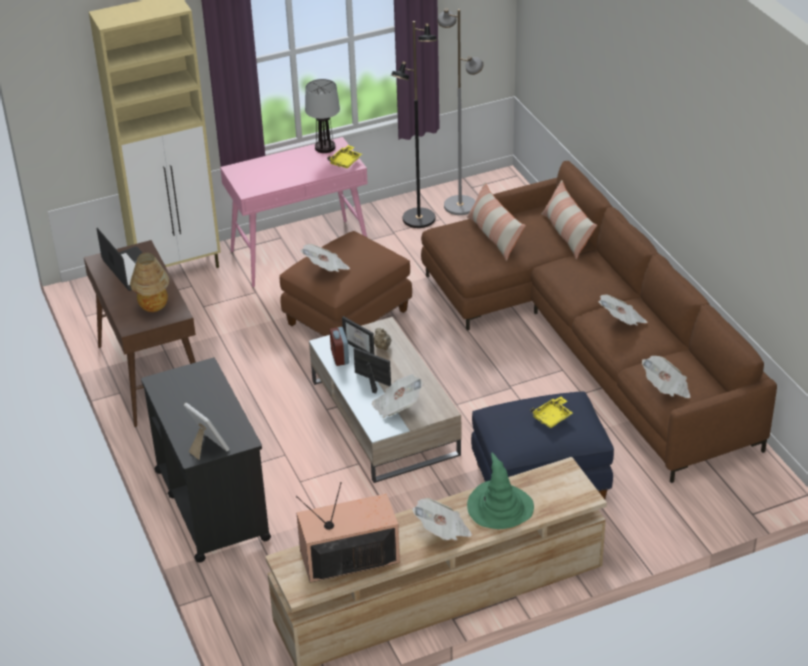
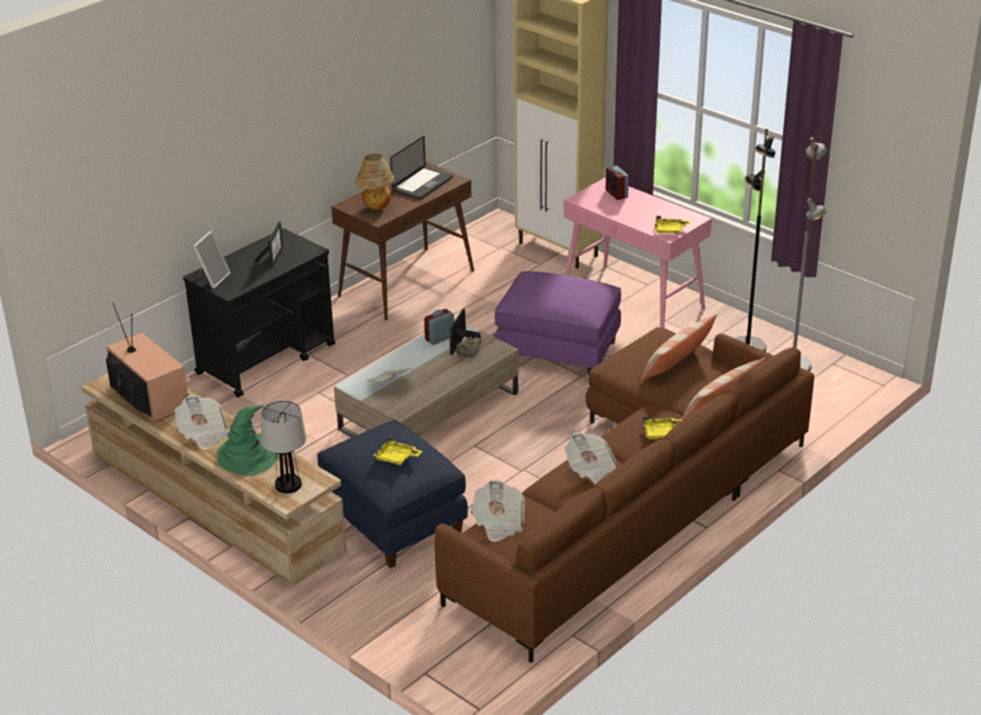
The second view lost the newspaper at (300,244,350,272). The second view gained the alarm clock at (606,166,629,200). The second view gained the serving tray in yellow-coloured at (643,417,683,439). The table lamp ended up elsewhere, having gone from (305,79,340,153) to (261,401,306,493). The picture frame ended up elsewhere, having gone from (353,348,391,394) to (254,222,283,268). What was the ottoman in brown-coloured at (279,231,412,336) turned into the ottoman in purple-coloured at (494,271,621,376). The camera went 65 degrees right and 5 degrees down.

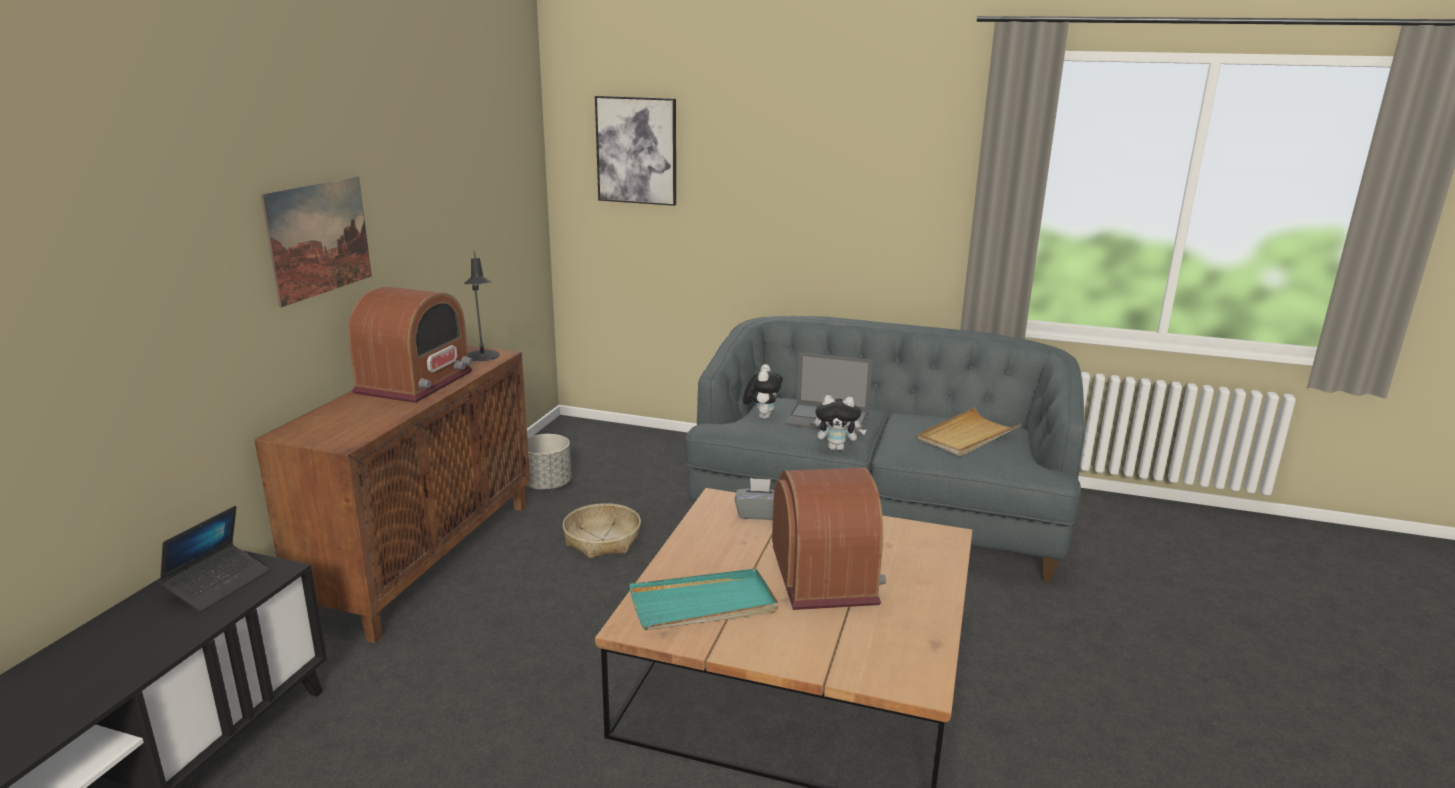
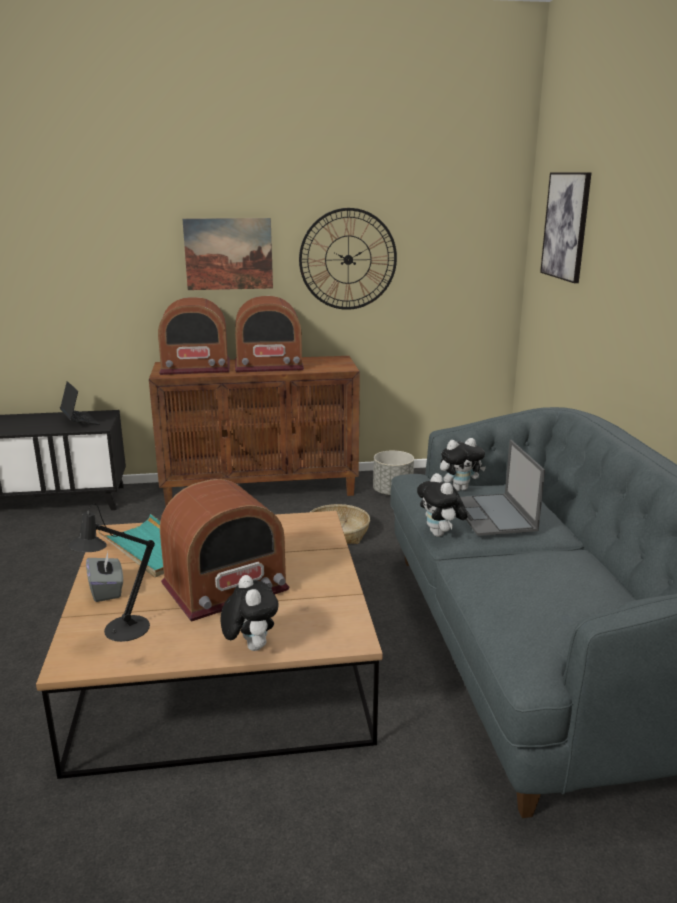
The second view lost the serving tray in sand-coloured at (918,408,1022,457). The second view gained the radio set at (158,297,230,375). The second view gained the cuddly toy at (220,575,279,651). The second view gained the wall clock at (299,208,397,310). The table lamp in black ended up elsewhere, having gone from (464,250,500,361) to (68,503,155,642). The tissue box in grey ended up elsewhere, having gone from (735,478,774,520) to (86,552,123,602). The notebook computer at (159,506,269,612) ended up facing another way, 120 degrees counterclockwise from before. The camera went 65 degrees right and 0 degrees up.

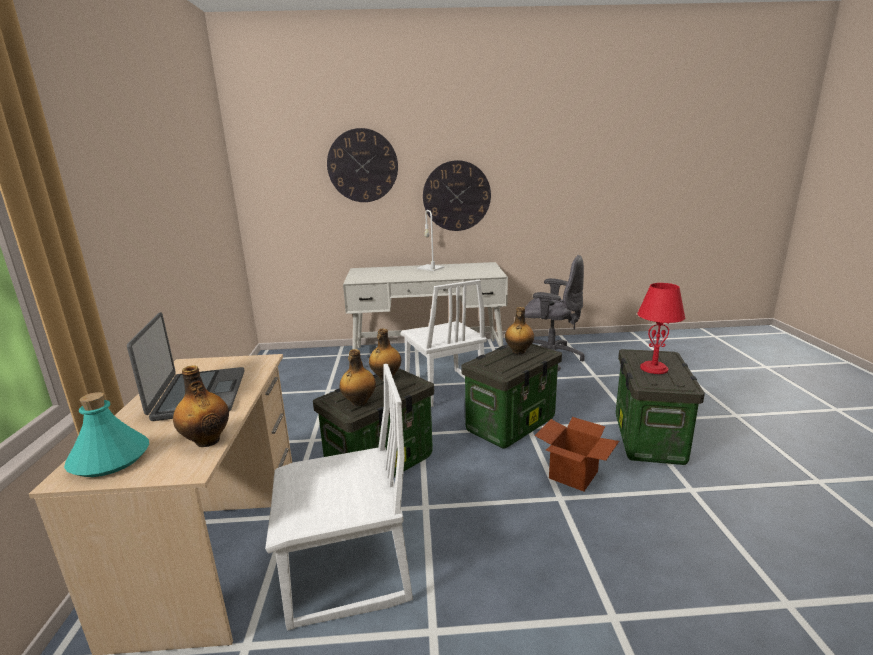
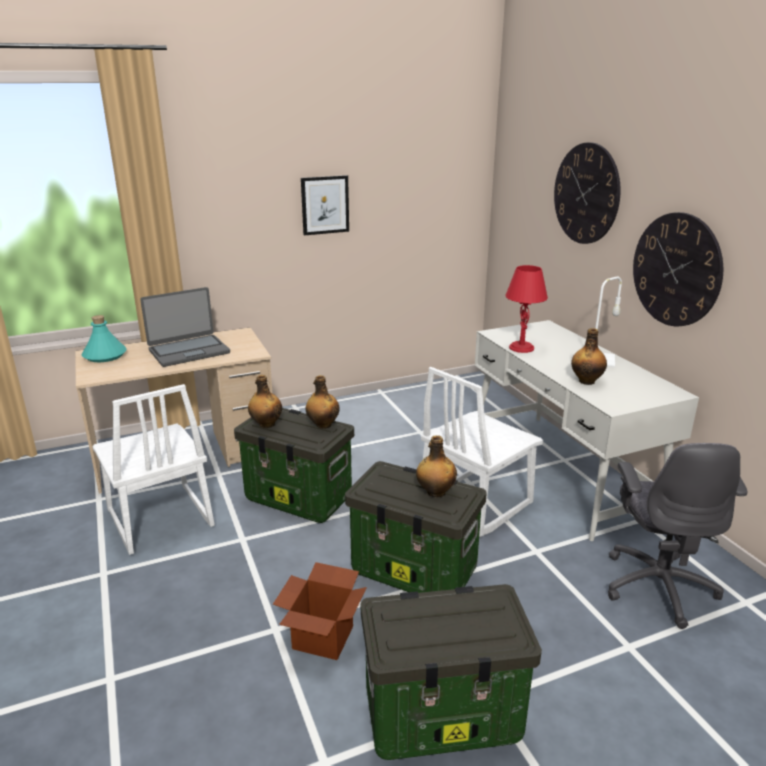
The second view gained the wall art at (301,175,349,235). The beverage bottle ended up elsewhere, having gone from (173,365,229,447) to (571,328,607,385). The table lamp in reddish ended up elsewhere, having gone from (637,283,685,374) to (505,265,548,353). The camera went 70 degrees right and 5 degrees up.

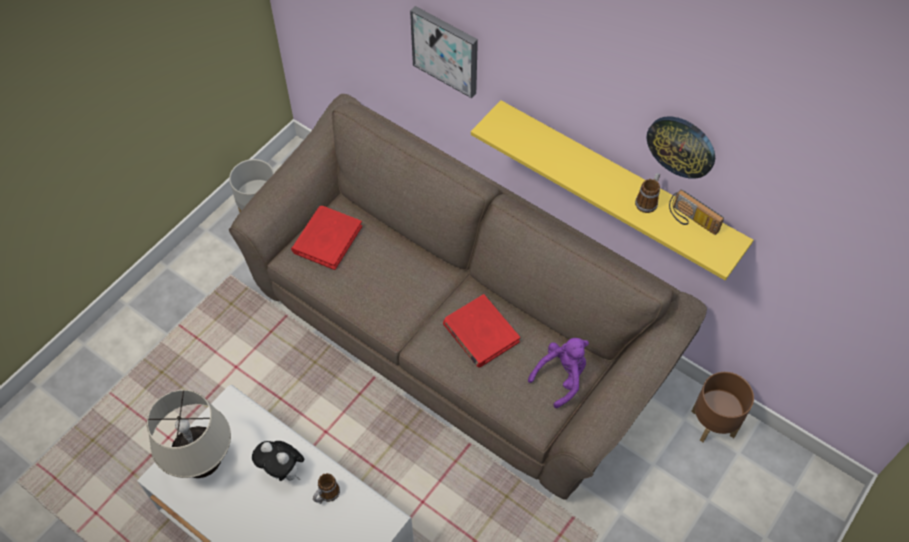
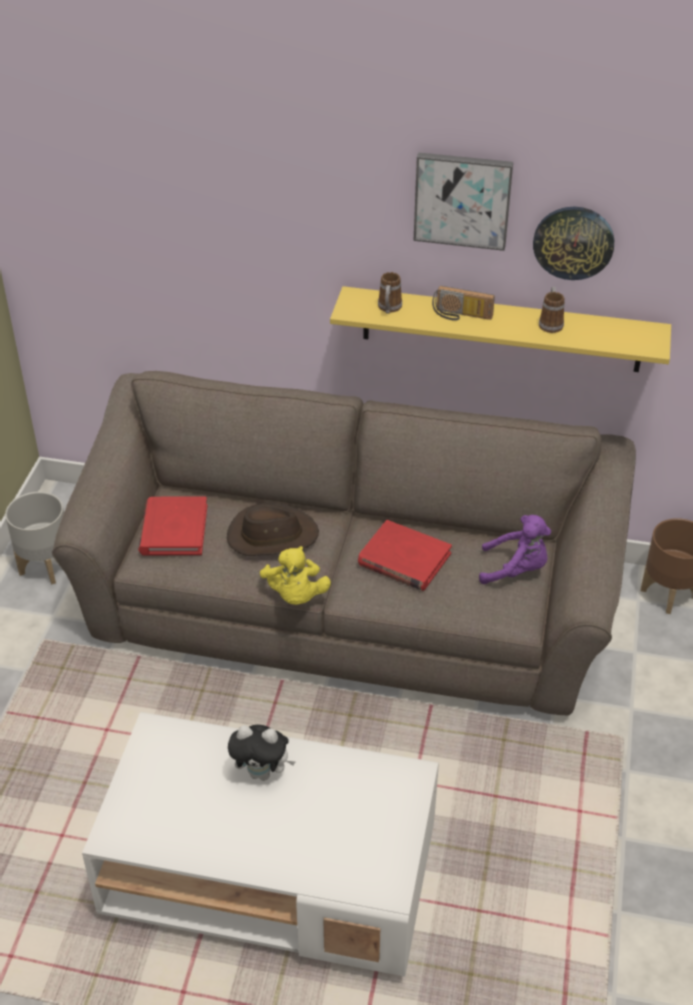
The second view lost the table lamp in sand-coloured at (147,390,231,478). The second view gained the wearable hat in brown-coloured at (227,503,319,556). The second view gained the cuddly toy in yellow-coloured at (260,546,331,605). The tea mug ended up elsewhere, having gone from (313,473,340,504) to (378,272,402,314). The wall art ended up elsewhere, having gone from (410,6,478,98) to (414,153,513,251). The radio set ended up elsewhere, having gone from (669,190,724,235) to (432,286,495,321). The cuddly toy in purple-coloured at (528,338,589,408) ended up facing another way, 75 degrees clockwise from before. The camera went 25 degrees left and 15 degrees down.

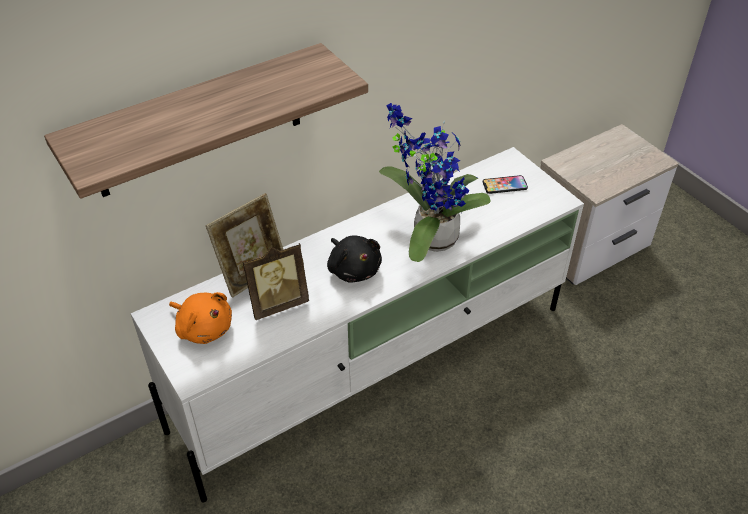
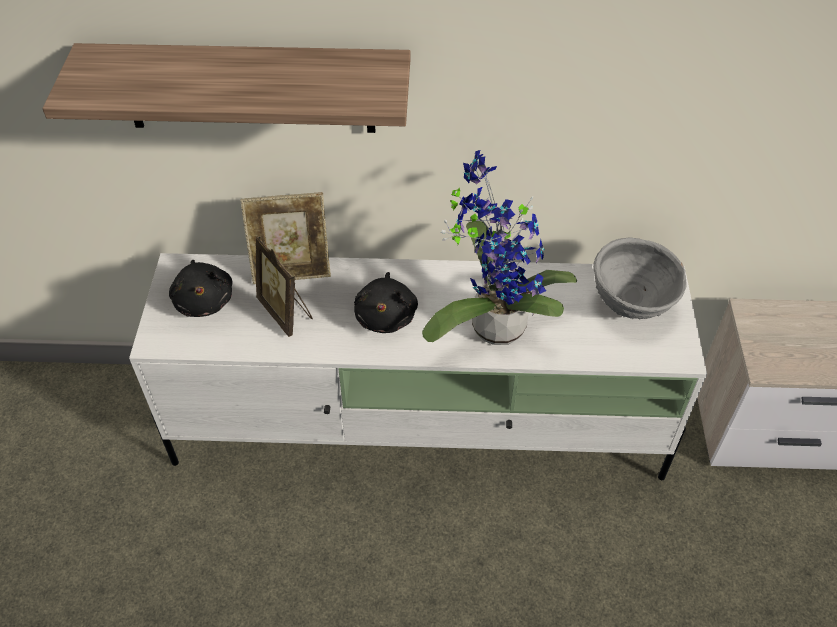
Where the handset stood at (483,175,528,194), the deep dish in grey came to stand at (593,237,687,319). What was the cuddly toy in orange-coloured at (169,292,232,344) turned into the cuddly toy in black at (169,260,232,317). The picture frame at (243,243,309,320) ended up facing another way, 45 degrees clockwise from before. The camera went 35 degrees right and 5 degrees up.

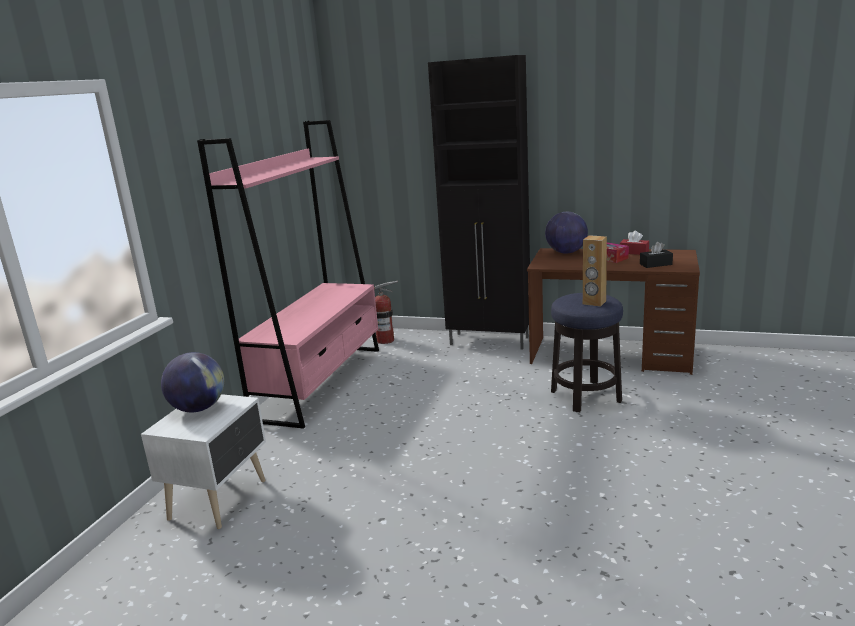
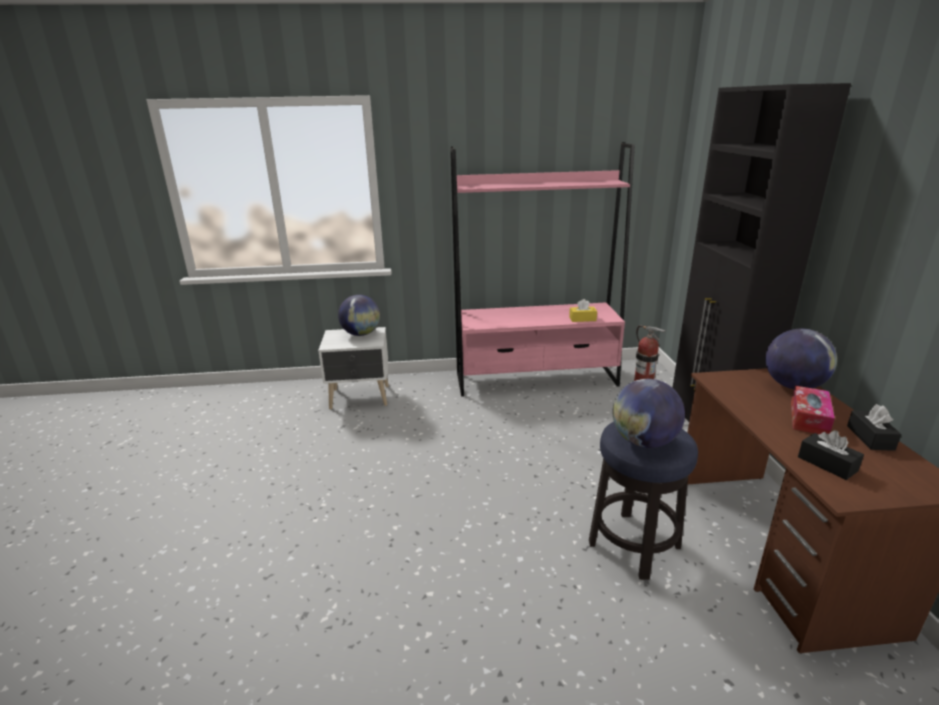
The second view gained the tissue box in yellow-coloured at (569,299,597,322). Where the speaker in brown-coloured stood at (583,235,607,307), the desk globe came to stand at (613,379,685,448). What was the tissue box in reddish at (620,231,649,255) turned into the tissue box in black at (847,404,901,451). The camera went 65 degrees right and 5 degrees up.

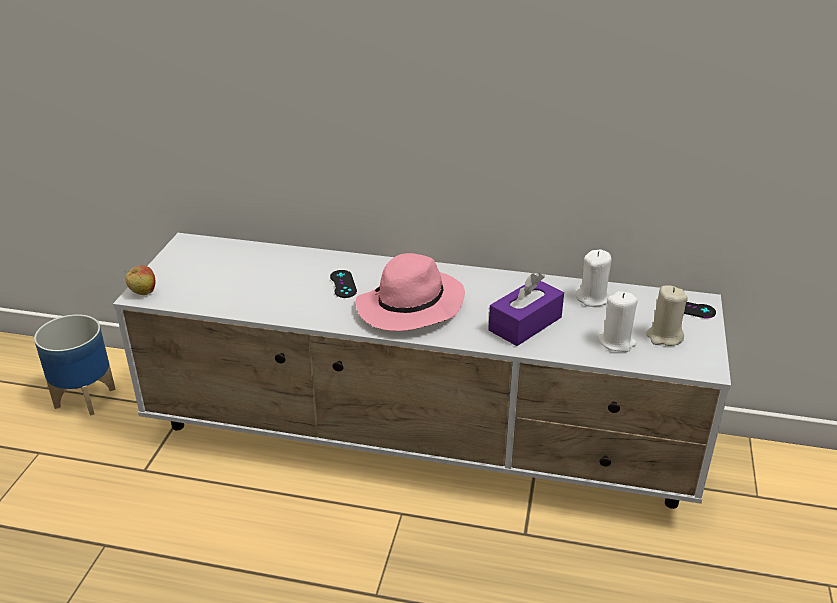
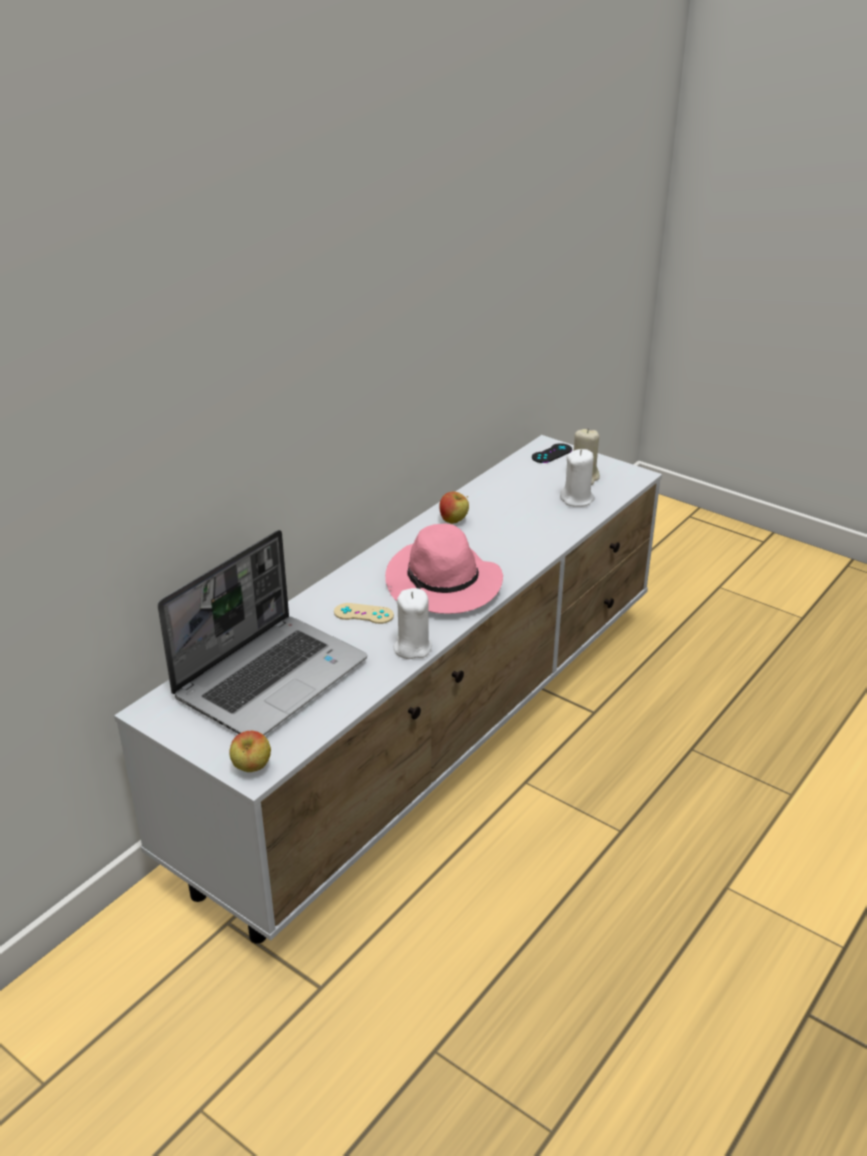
The second view lost the planter at (34,314,116,416). The second view lost the tissue box in purple-coloured at (488,272,564,346). The second view gained the notebook computer at (158,530,367,735). The second view gained the whole apple at (439,492,469,524). The candle in whitish ended up elsewhere, having gone from (575,250,612,307) to (393,588,432,659). What was the gamepad in black at (330,270,357,298) turned into the gamepad in sand-coloured at (334,603,394,624). The camera went 65 degrees left and 0 degrees up.

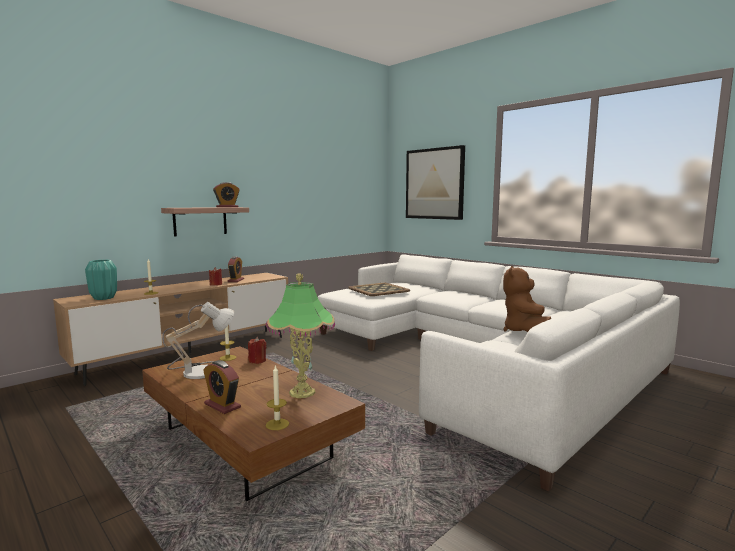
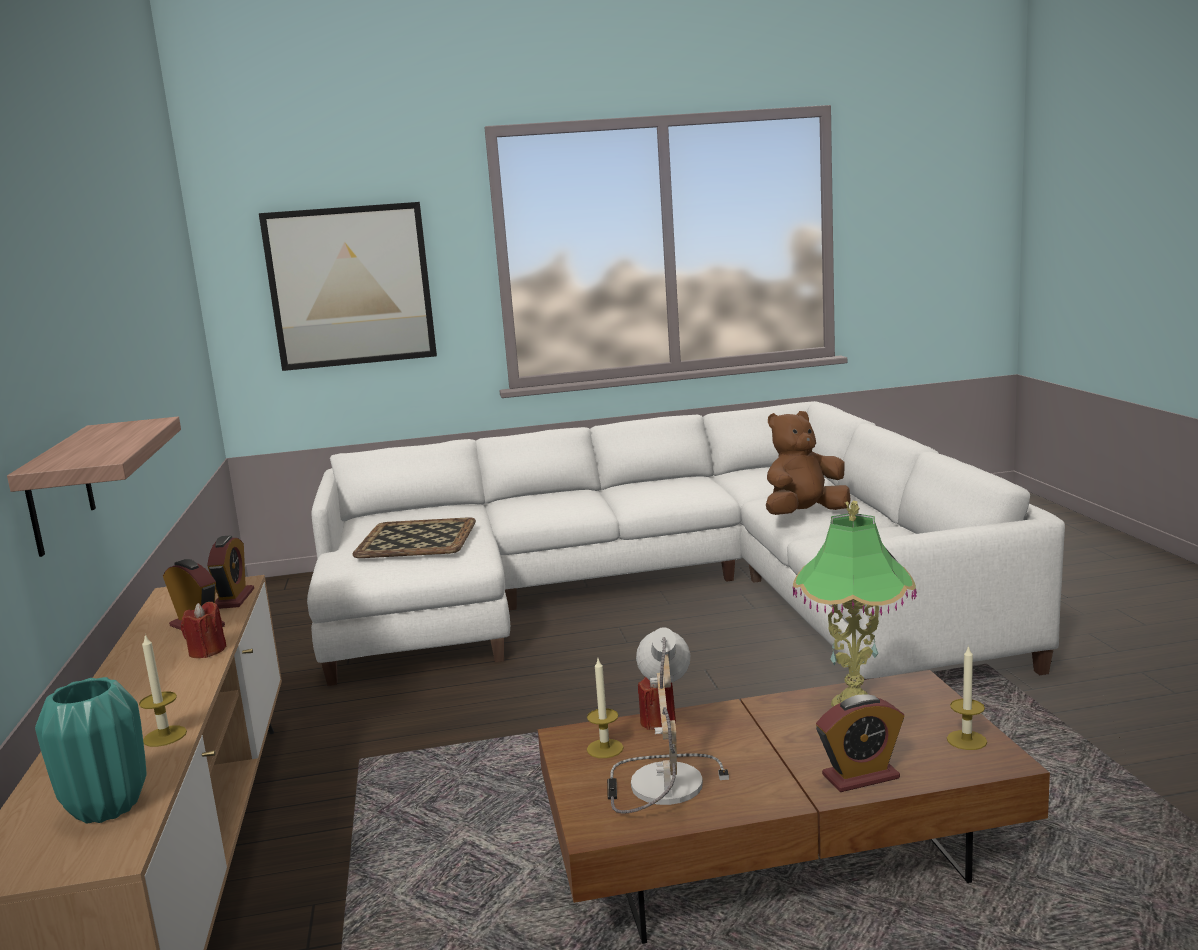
The alarm clock ended up elsewhere, having gone from (213,182,240,207) to (207,535,254,609). The cuddly toy in brown-coloured at (503,266,551,332) ended up facing another way, 105 degrees clockwise from before. The camera went 55 degrees left and 5 degrees up.

